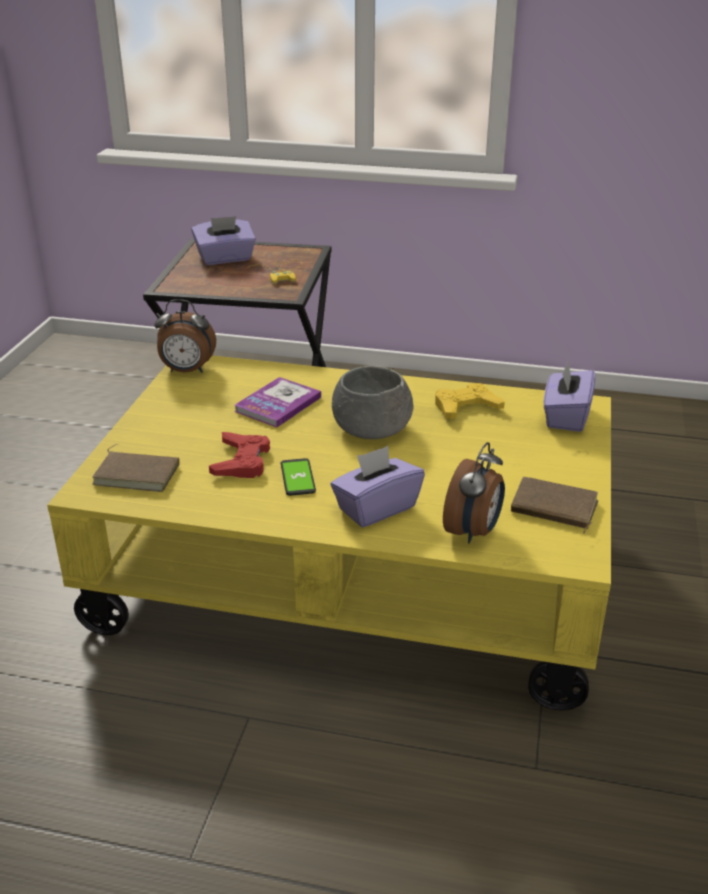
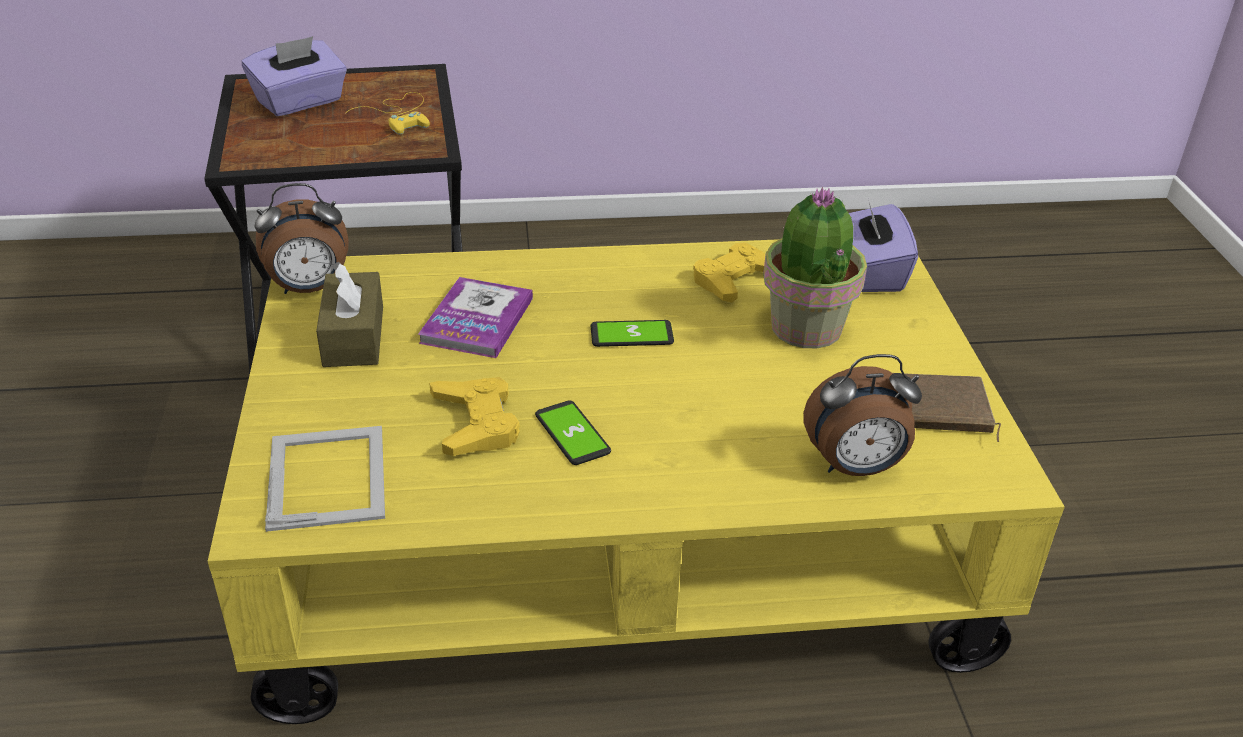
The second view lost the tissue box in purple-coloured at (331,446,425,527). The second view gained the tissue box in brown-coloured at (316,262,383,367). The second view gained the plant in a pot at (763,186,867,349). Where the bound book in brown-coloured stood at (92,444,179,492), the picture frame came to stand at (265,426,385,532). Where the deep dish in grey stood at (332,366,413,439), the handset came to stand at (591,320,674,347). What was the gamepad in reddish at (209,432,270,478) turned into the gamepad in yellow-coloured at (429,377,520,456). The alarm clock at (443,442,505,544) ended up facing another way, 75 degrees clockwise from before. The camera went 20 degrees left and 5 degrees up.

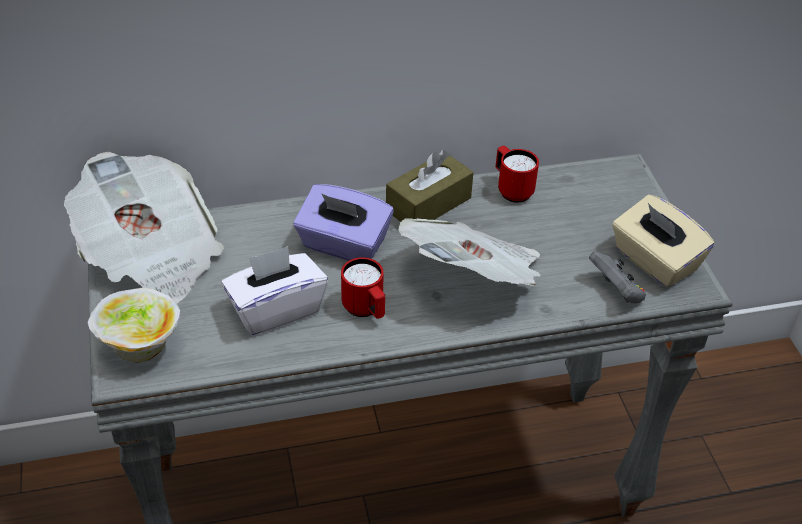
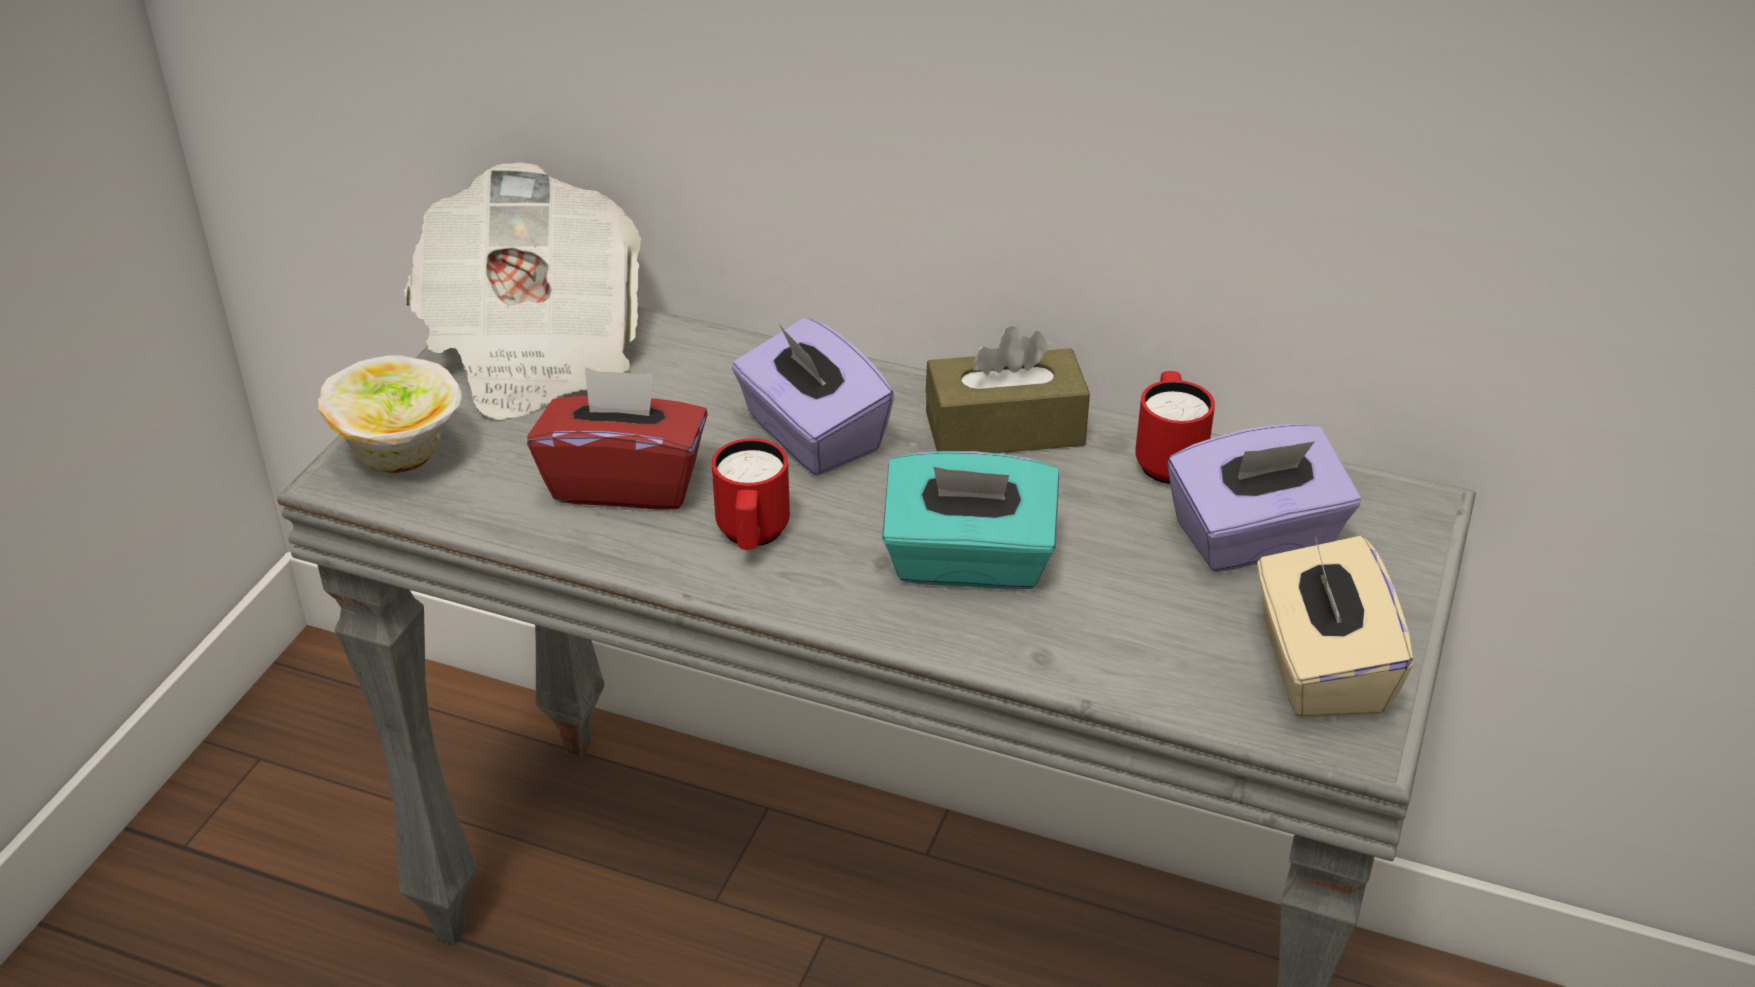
The second view lost the gamepad in grey at (589,251,646,304). The second view gained the tissue box in purple-coloured at (1168,424,1361,572). Where the newspaper stood at (399,218,541,286), the tissue box in turquoise came to stand at (882,451,1059,590). What was the tissue box in whitish at (221,246,328,335) turned into the tissue box in reddish at (527,367,708,510). The camera went 35 degrees right and 5 degrees down.

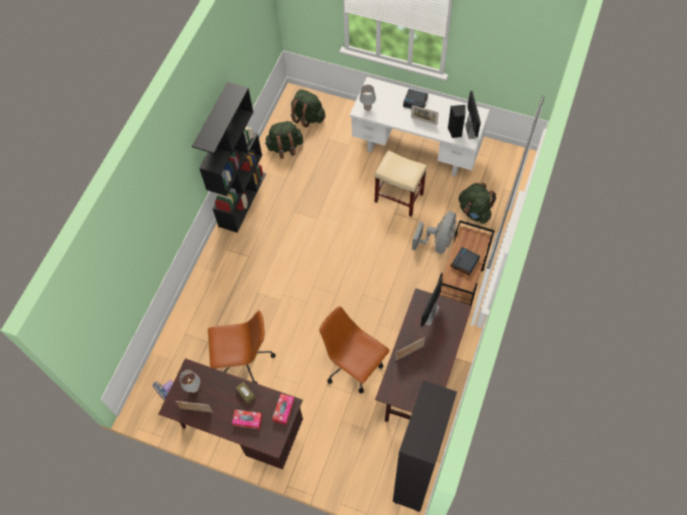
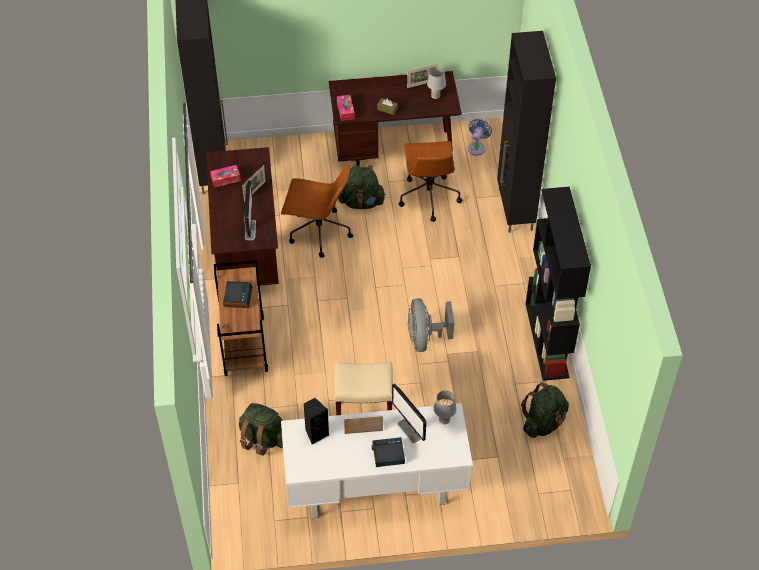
The second view gained the cupboard in black at (497,31,556,233). The tissue box ended up elsewhere, having gone from (232,410,262,429) to (210,165,241,187). The backpack in greenish ended up elsewhere, having gone from (291,90,325,128) to (338,165,386,210). The fan in grey ended up elsewhere, having gone from (412,212,457,254) to (408,298,454,352). The computer display ended up elsewhere, having gone from (465,91,481,139) to (392,384,426,443). The office chair in brown-coloured at (208,310,276,384) ended up facing another way, 60 degrees counterclockwise from before. The camera went 150 degrees right and 10 degrees down.

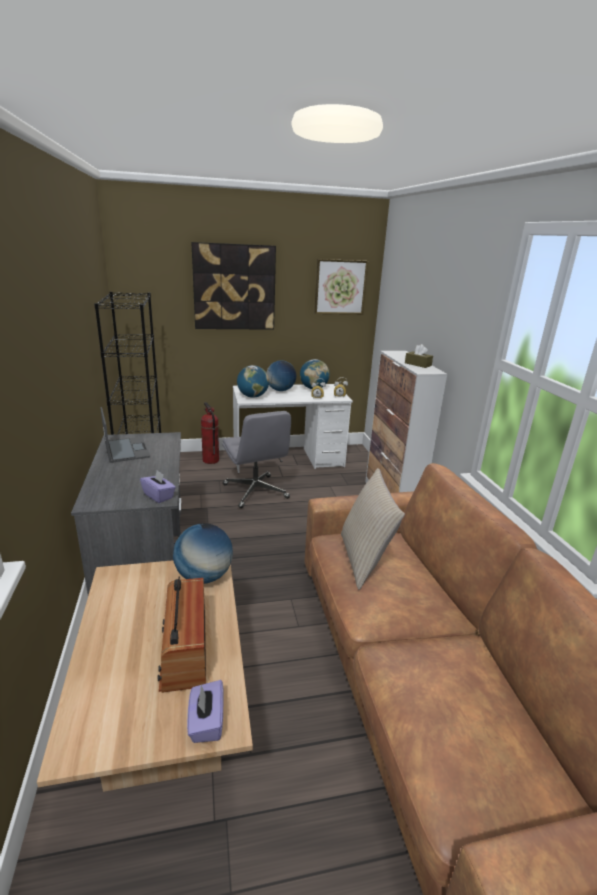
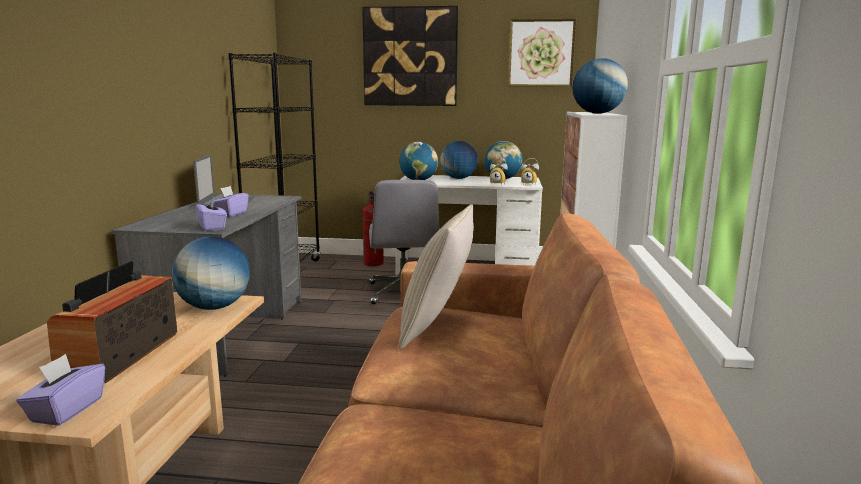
The second view gained the tissue box in purple-coloured at (210,186,249,217). Where the tissue box in brown-coloured stood at (405,344,433,368), the desk globe came to stand at (573,58,628,114). The camera went 20 degrees right and 10 degrees down.

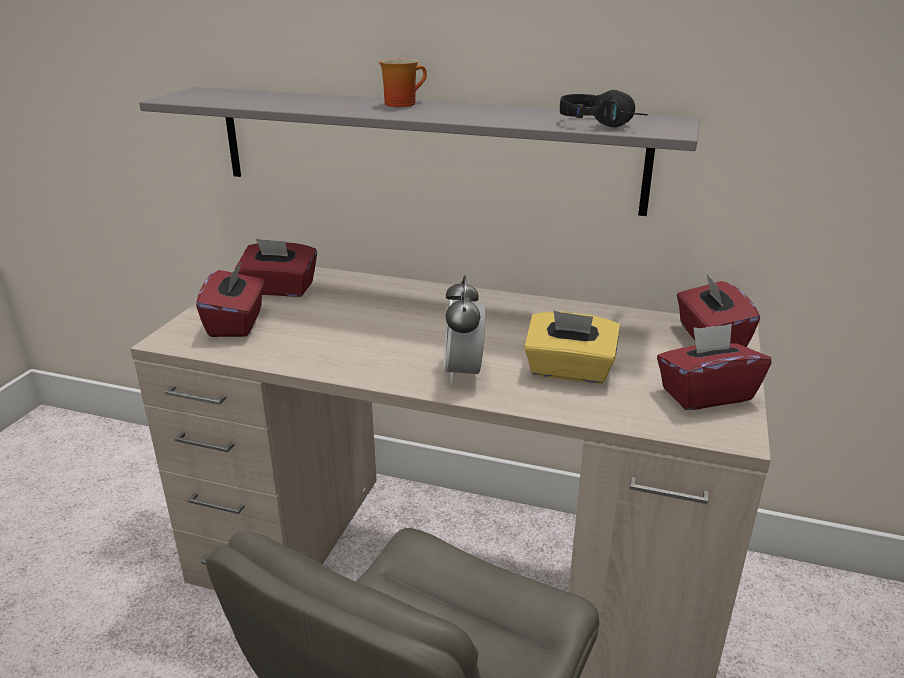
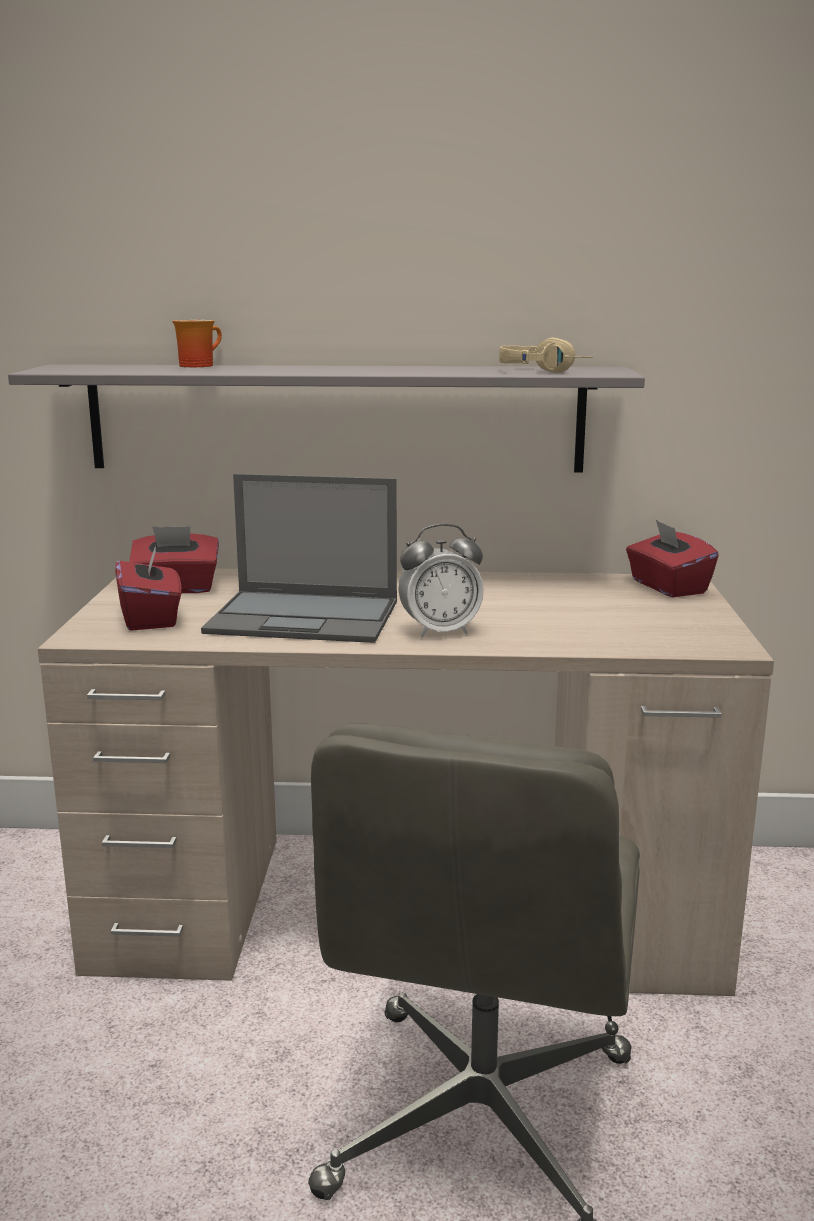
The second view lost the tissue box in yellow-coloured at (524,310,620,384). The second view lost the tissue box in reddish at (657,324,772,410). The second view gained the notebook computer at (201,474,397,643). The tea mug ended up elsewhere, having gone from (379,59,427,107) to (172,320,222,367). What was the pair of headphones in black at (560,90,648,127) turned into the pair of headphones in sand-coloured at (499,338,593,373). The alarm clock at (444,275,485,383) ended up facing another way, 90 degrees counterclockwise from before. The camera went 15 degrees left and 10 degrees down.

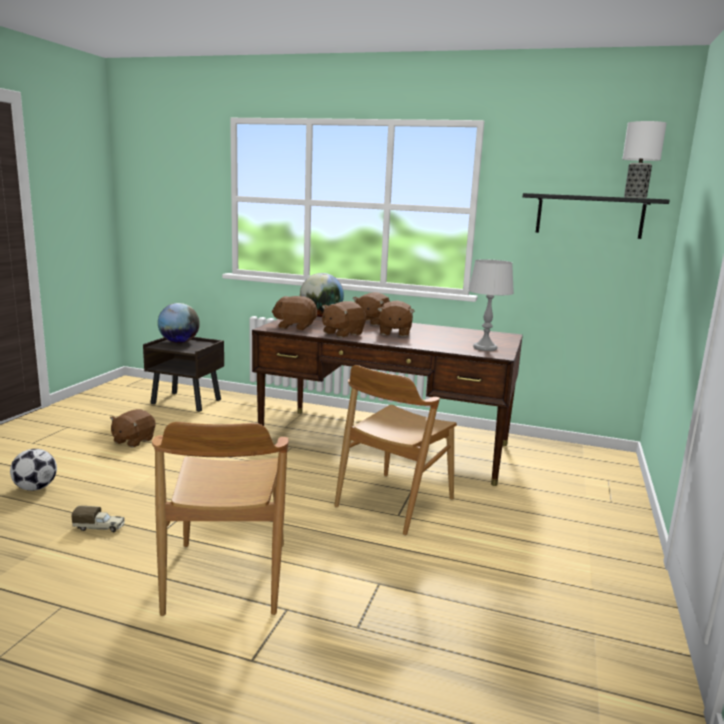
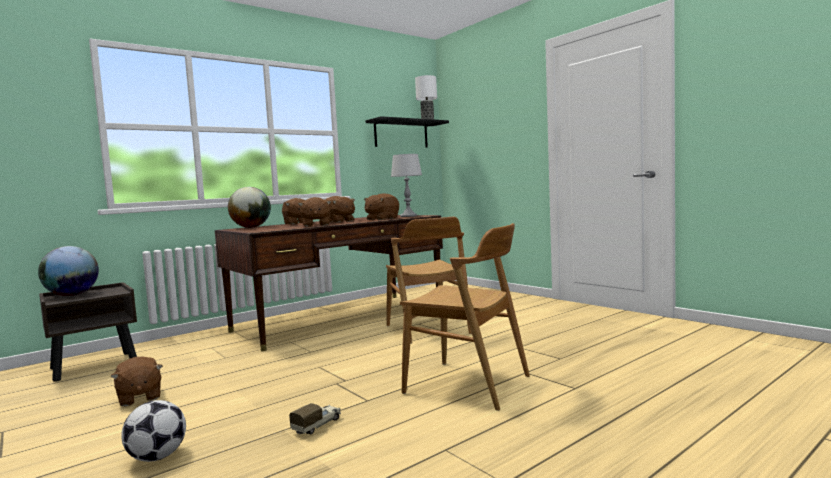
The cuddly toy in brown-coloured ended up elsewhere, having gone from (272,296,317,330) to (364,193,399,220). The camera went 55 degrees left and 10 degrees down.

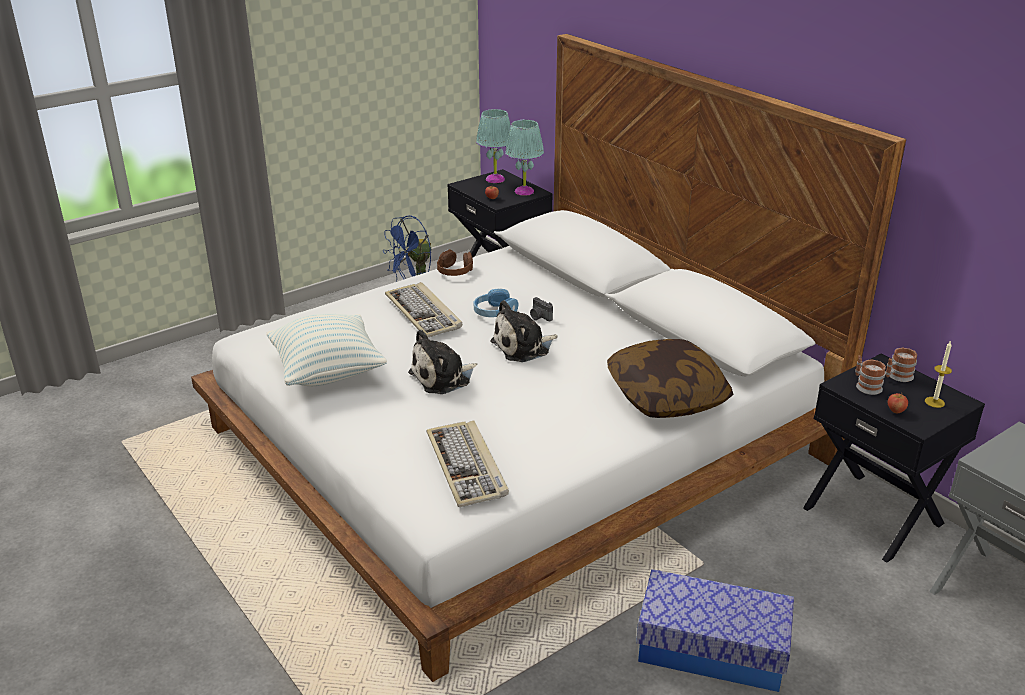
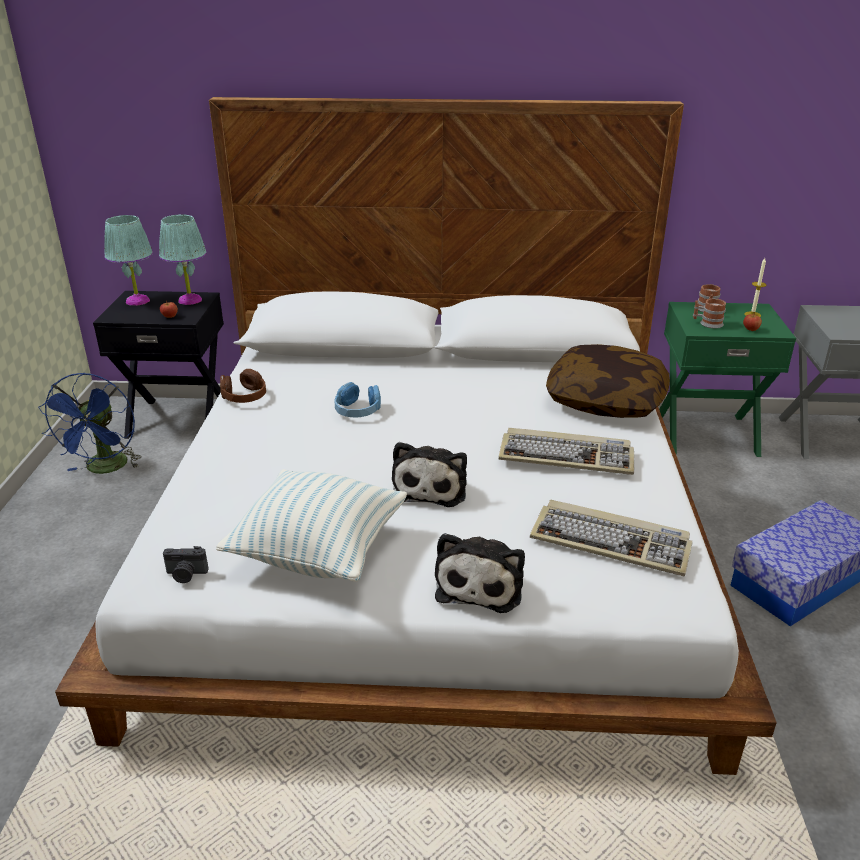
The PC keyboard ended up elsewhere, having gone from (385,282,462,337) to (498,428,634,475). The cuddly toy ended up elsewhere, having gone from (490,300,558,362) to (435,533,525,613). The still camera ended up elsewhere, having gone from (530,297,553,321) to (163,546,209,583). What was the nightstand in black at (803,354,985,563) turned into the nightstand in greenish at (659,302,796,457). The camera went 50 degrees left and 0 degrees up.

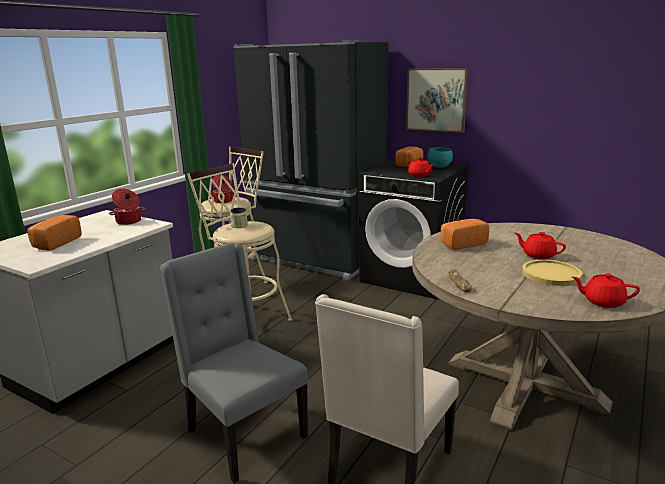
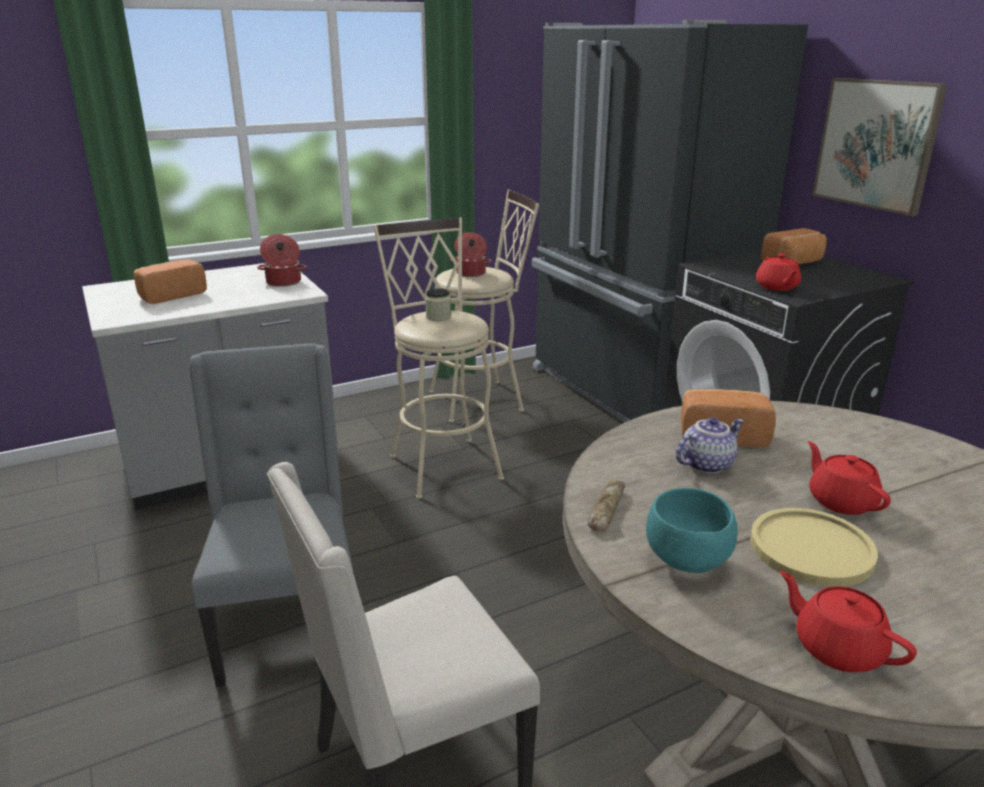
The second view gained the pot for tea at (676,417,744,474). The deep dish in turquoise ended up elsewhere, having gone from (427,147,453,168) to (646,488,738,573). The camera went 30 degrees right and 5 degrees up.

